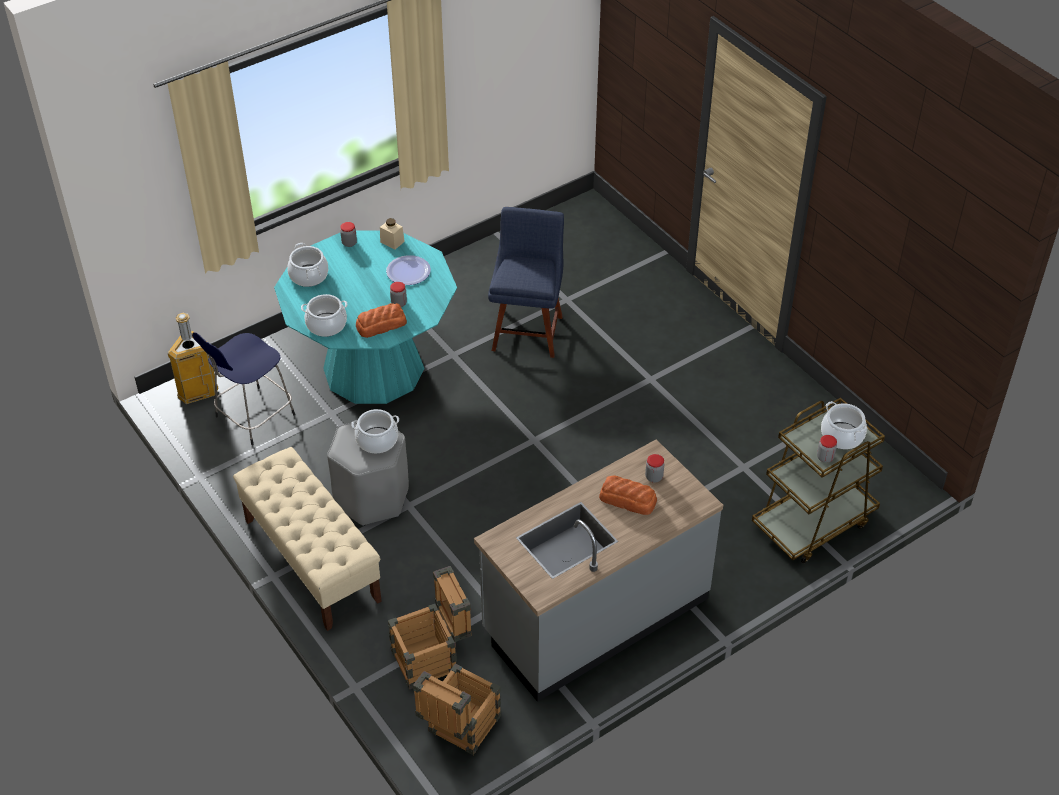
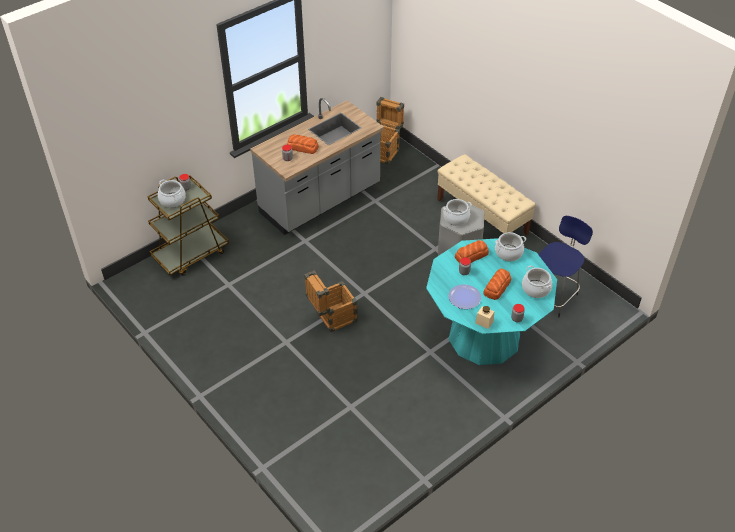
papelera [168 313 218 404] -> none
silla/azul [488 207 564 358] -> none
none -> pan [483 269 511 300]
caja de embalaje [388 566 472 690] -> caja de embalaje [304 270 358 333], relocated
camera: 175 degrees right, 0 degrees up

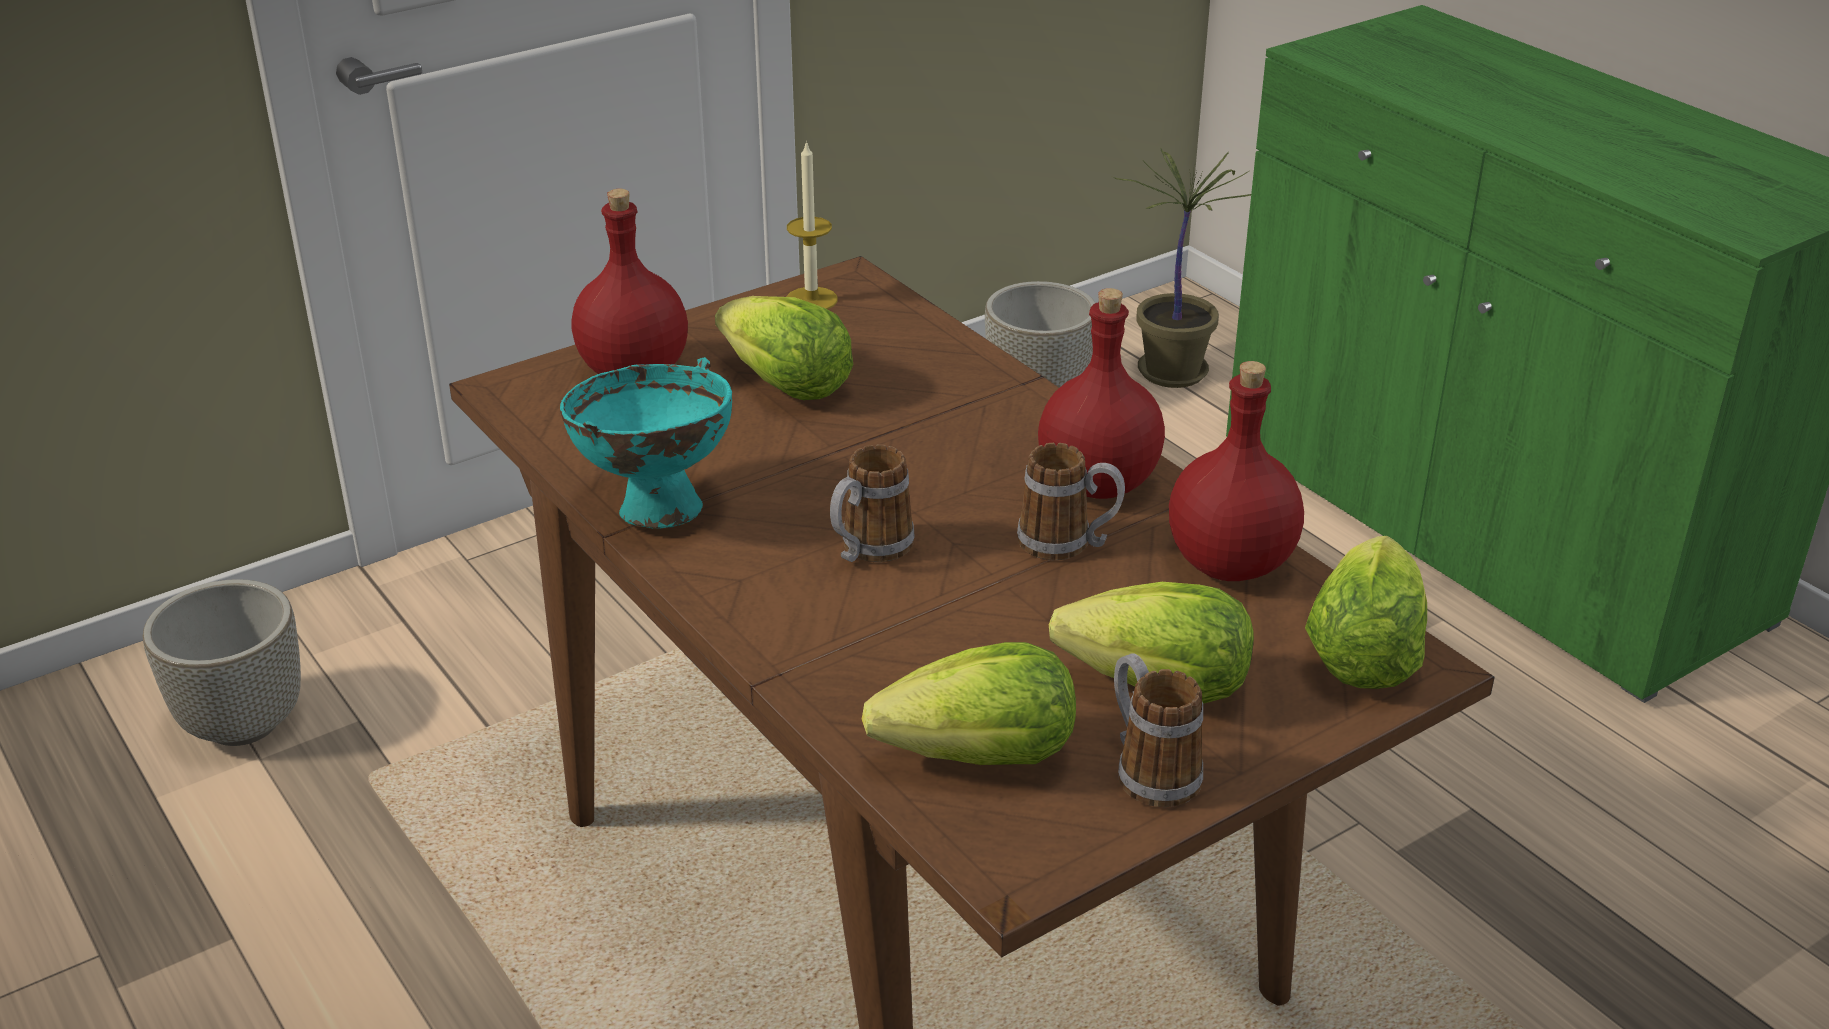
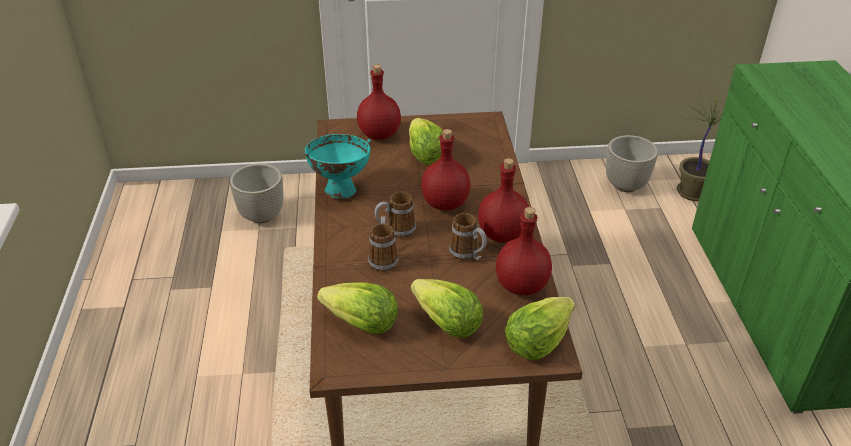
vela [786 140 837 309] -> none
none -> botella/rojo [421 129 471 210]
taza grande [1114 653 1203 807] -> taza grande [368 216 398 272], relocated
camera: 30 degrees right, 5 degrees up

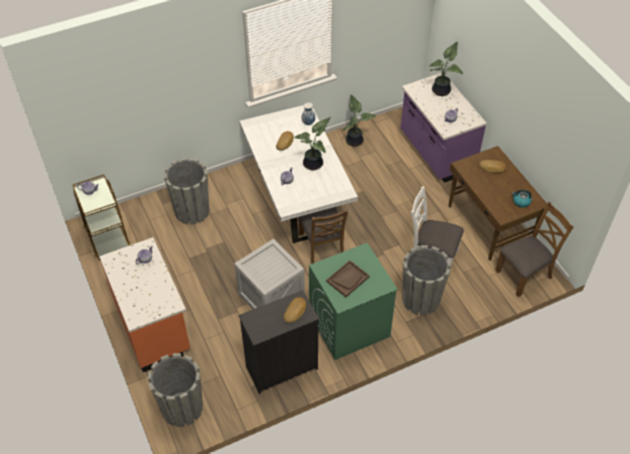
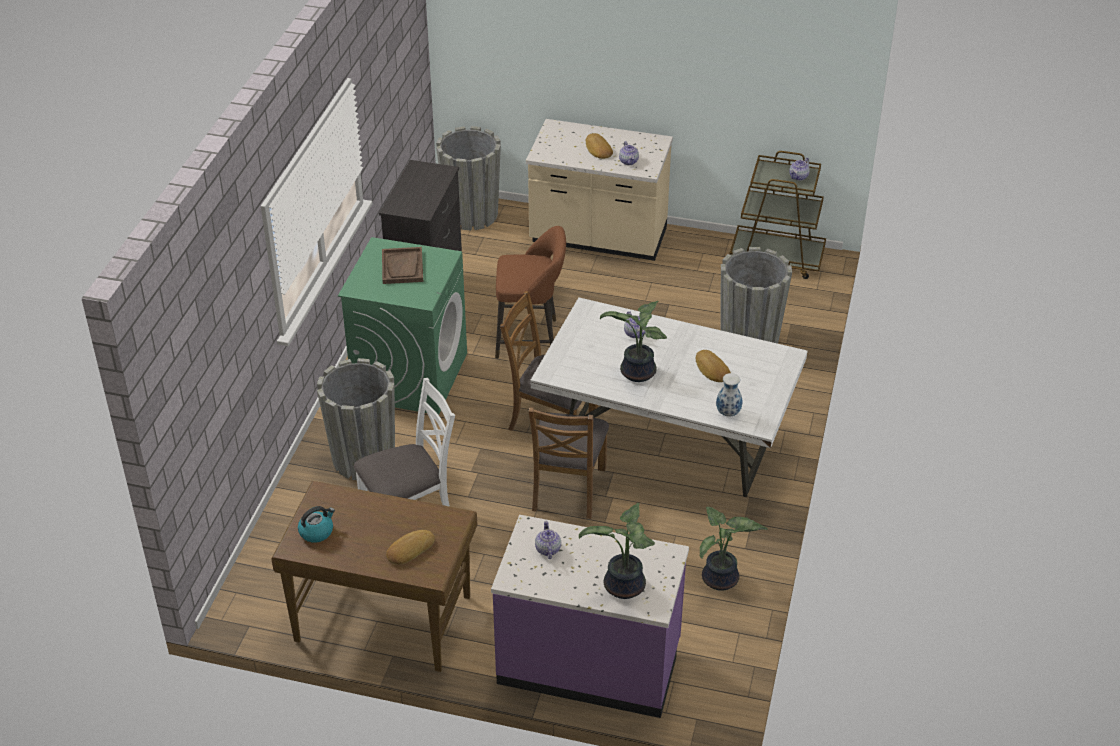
pan [283 297 306 323] -> pan [586 133 613 159], relocated
silla/marrón [495 202 573 297] -> silla/marrón [529 407 609 519], relocated
caja de embalaje [235 239 305 309] -> taburete/marrón [495 226 566 359]
mueble bajo de cocina/naranja [99 237 190 372] -> mueble bajo de cocina/beis [526 119 673 261]
camera: 130 degrees right, 10 degrees down

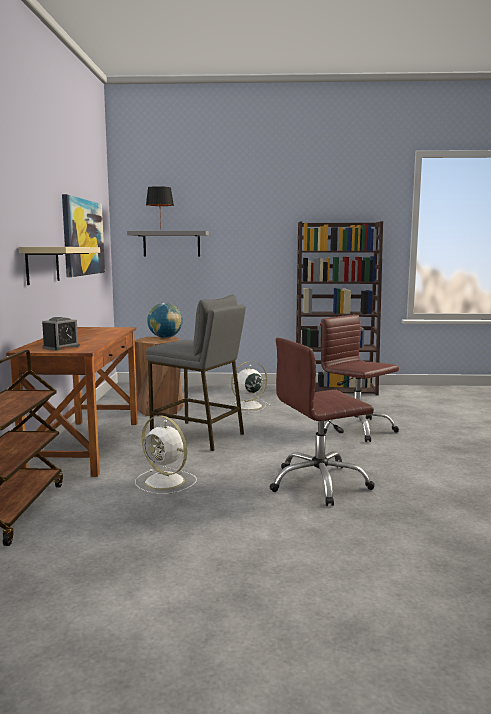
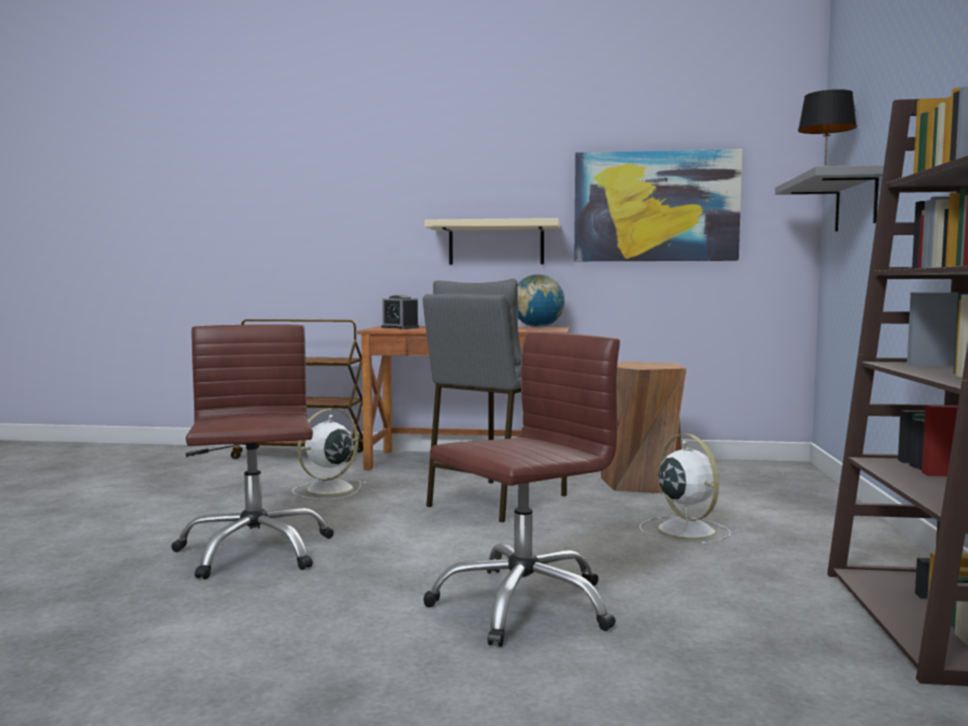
globo terráqueo [147 303 183 338] -> globo terráqueo [517 274 565 328], relocated
camera: 95 degrees right, 5 degrees down

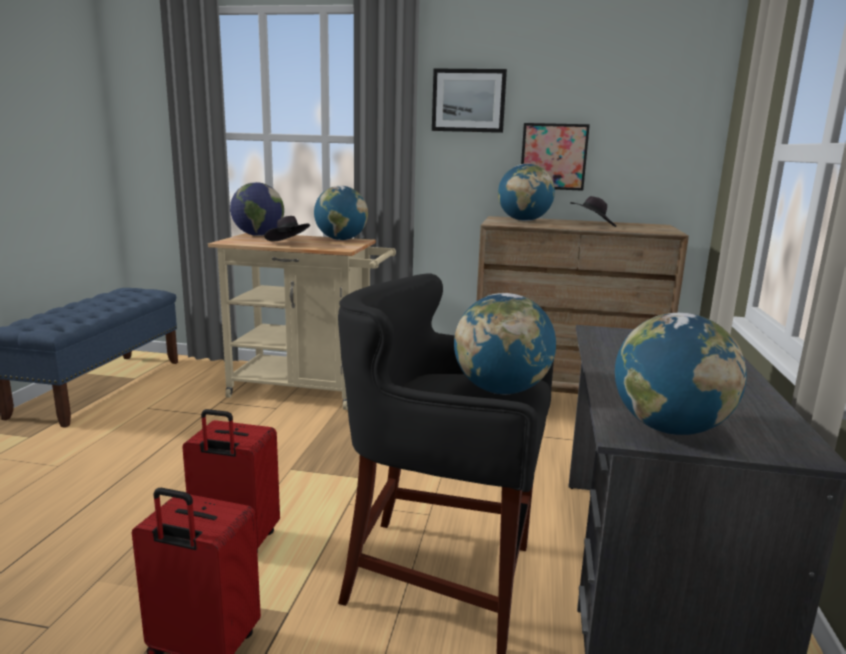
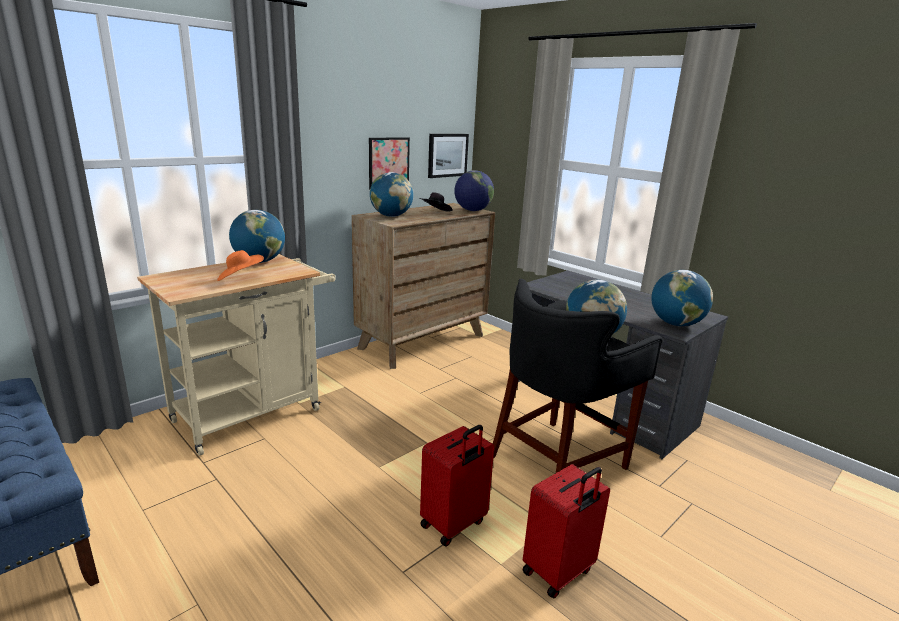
globo terráqueo [230 182 284 236] -> globo terráqueo [454 170 494 211], relocated
cuadro [432 69 507 133] -> cuadro [428 134 469 178], relocated
sombrero/negro [264 216 310 241] -> sombrero/naranja [217 250 264 281]
camera: 55 degrees left, 5 degrees up

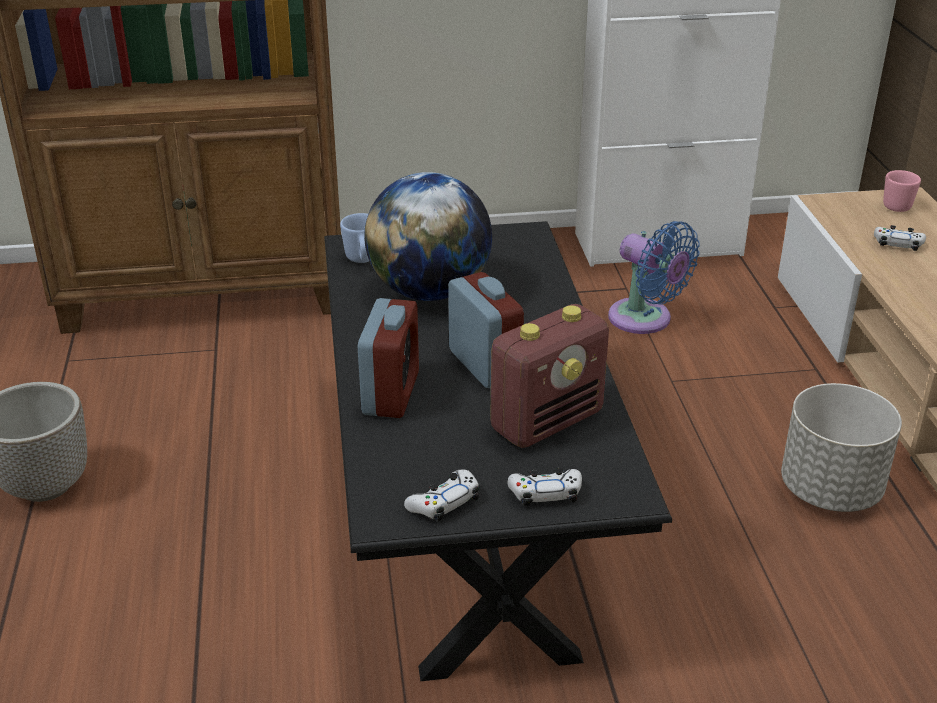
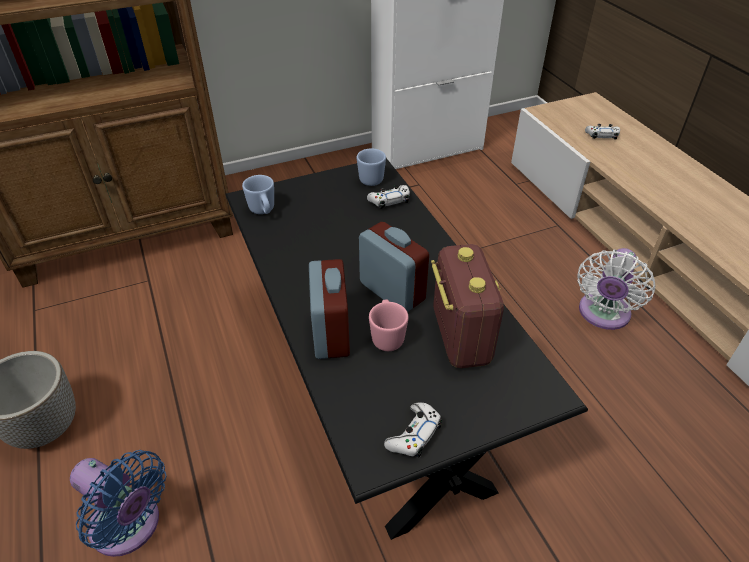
globo terráqueo [364 172 492 301] -> none
none -> taza grande/azul [357 149 386 186]
mando de consola/blanco [508 468 582 506] -> mando de consola/blanco [367 185 410 209], relocated
ventilador/azul [608 221 700 334] -> ventilador/azul [70 450 166 557], relocated
taza grande/rosa [883 170 921 212] -> taza grande/rosa [369 300 408 351], relocated
maceta/gris [781 383 902 512] -> ventilador/blanco [578 248 655 330]
radio [490 304 609 448] -> radio [431 244 504 368], 45 degrees counterclockwise
camera: 15 degrees left, 10 degrees up

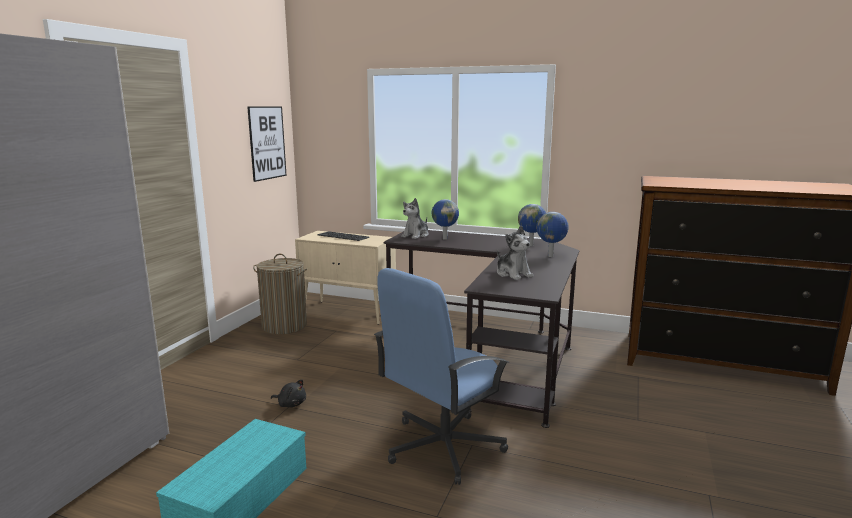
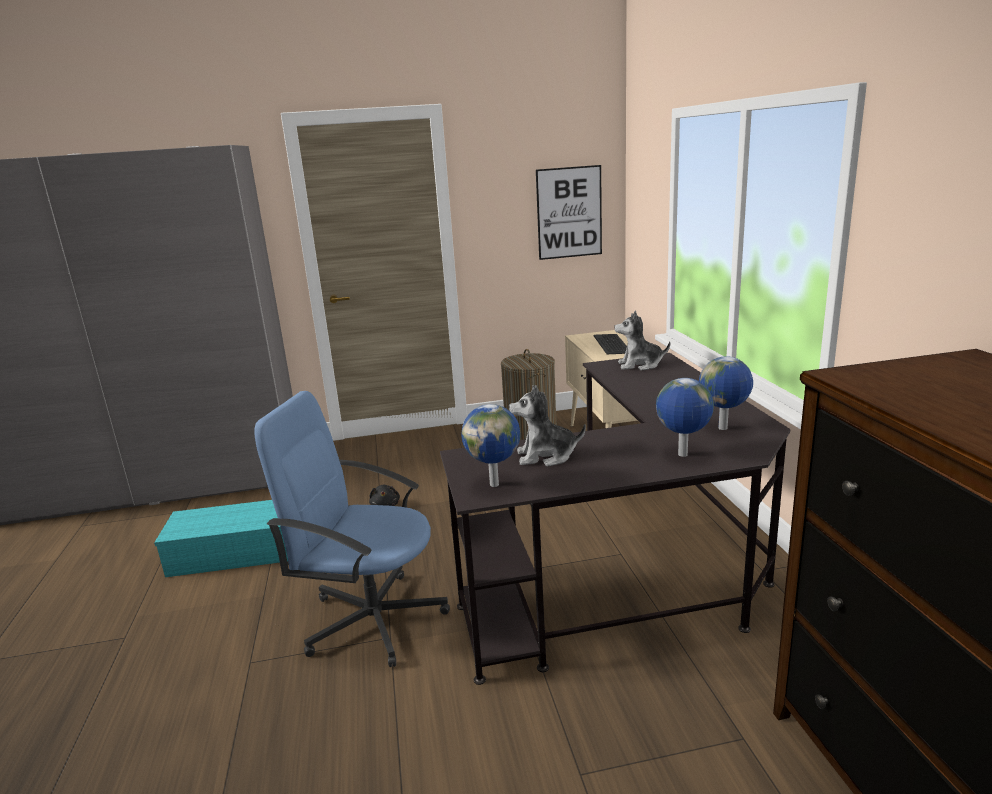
globo terráqueo [432 199 459 240] -> globo terráqueo [462 404 520 487], relocated
peluche [497 226 533 280] -> peluche [509 385 586 467], 60 degrees clockwise
camera: 60 degrees right, 5 degrees up

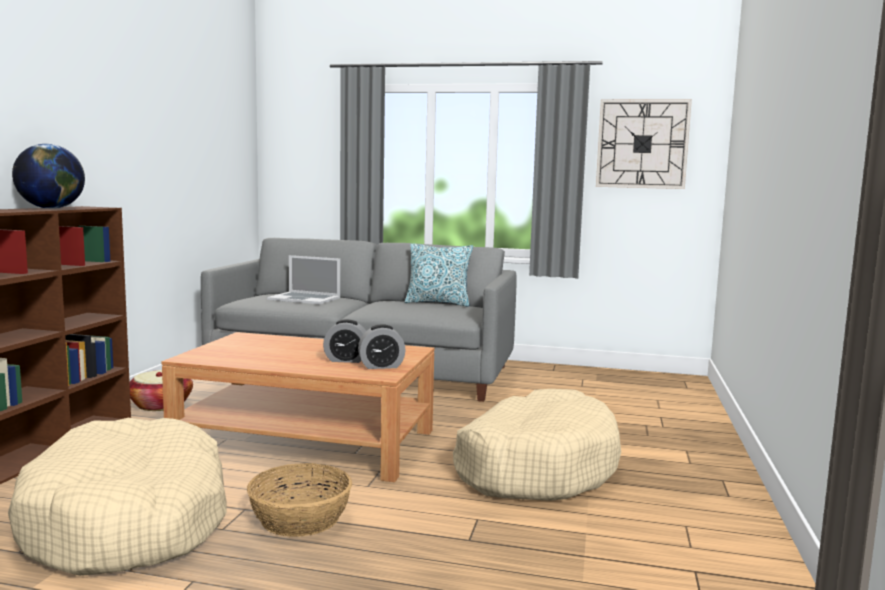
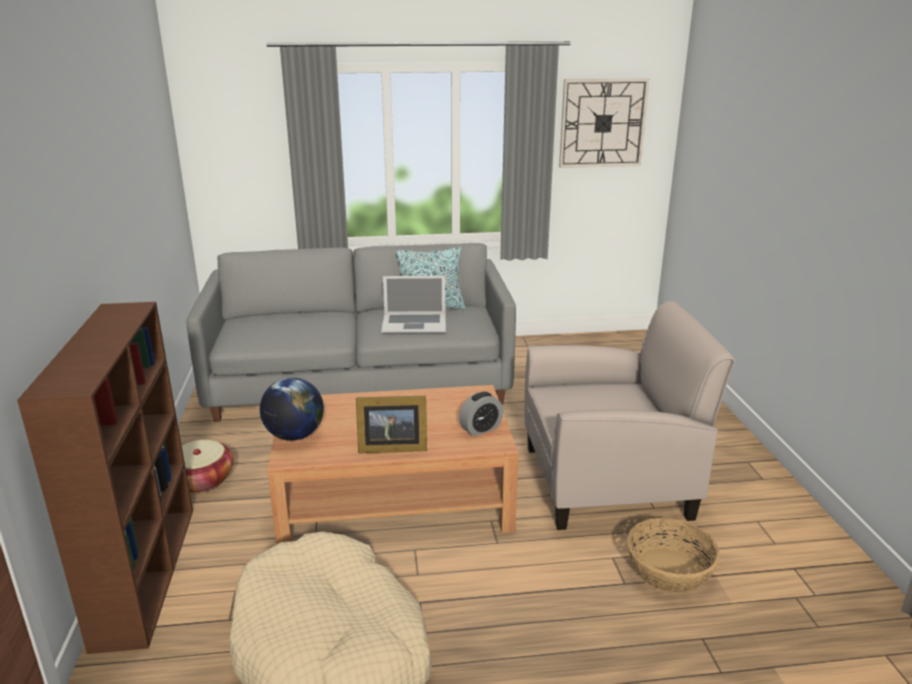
despertador [323 319 366 363] -> none
none -> portarretratos [356 396 427 453]
globo terráqueo [12 144 85 209] -> globo terráqueo [260 377 324 441], relocated
cesta [247 463 352 537] -> cesta [627 518 720 594], relocated
portátil [267 255 340 304] -> portátil [381 276 446 333], relocated
cama para perro/beis [453 389 621 501] -> sillón/beis [524 301 735 530]
camera: 20 degrees left, 15 degrees up

